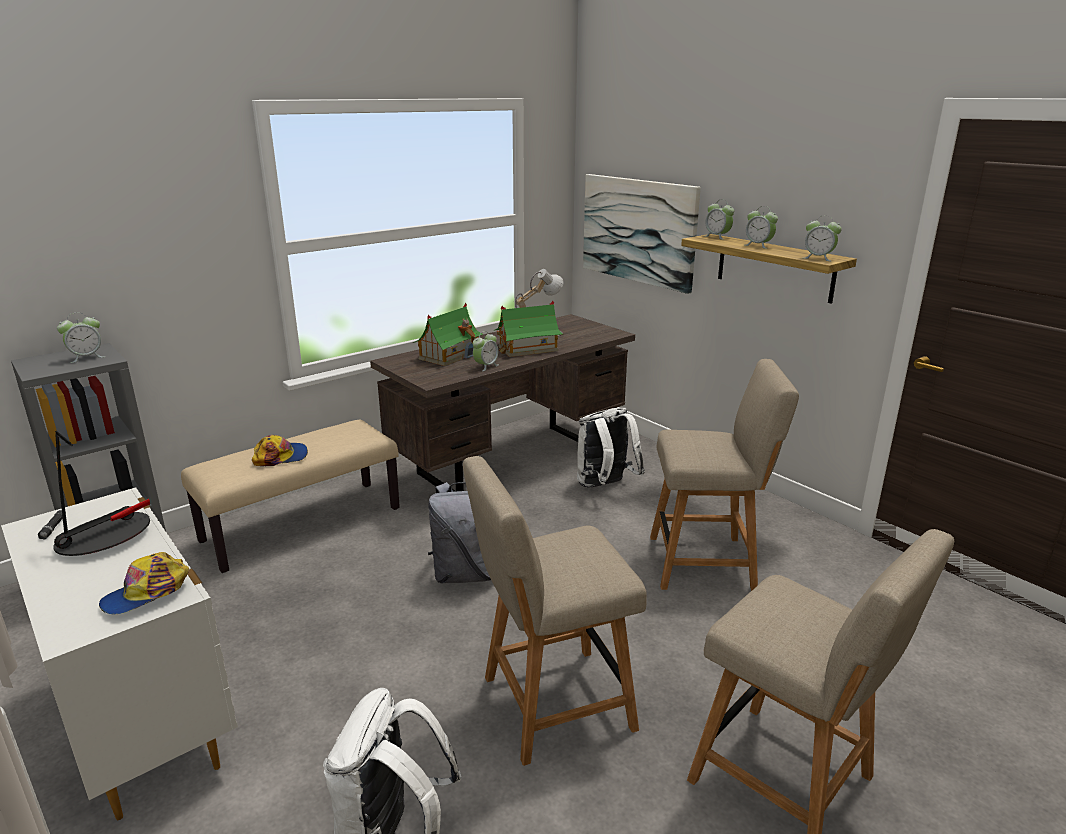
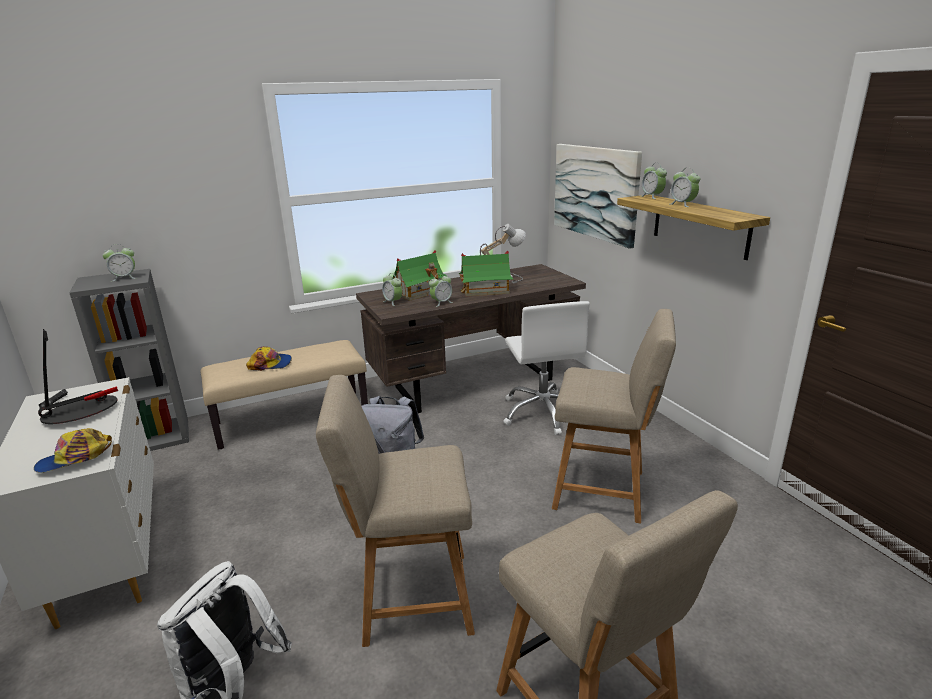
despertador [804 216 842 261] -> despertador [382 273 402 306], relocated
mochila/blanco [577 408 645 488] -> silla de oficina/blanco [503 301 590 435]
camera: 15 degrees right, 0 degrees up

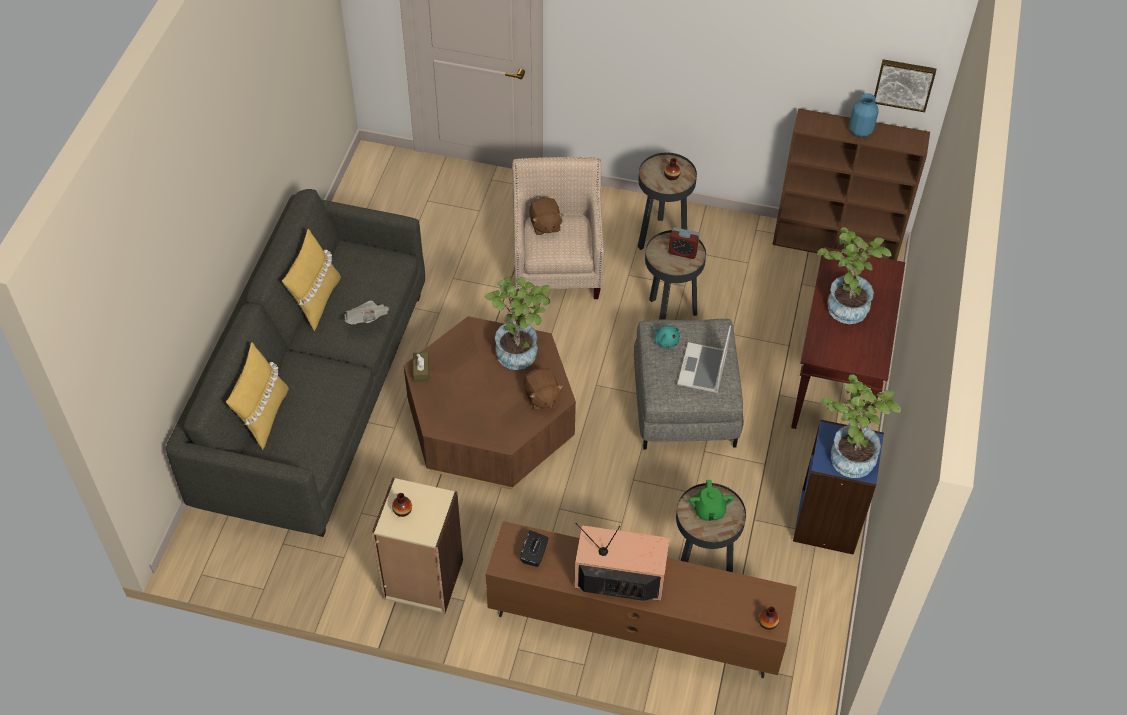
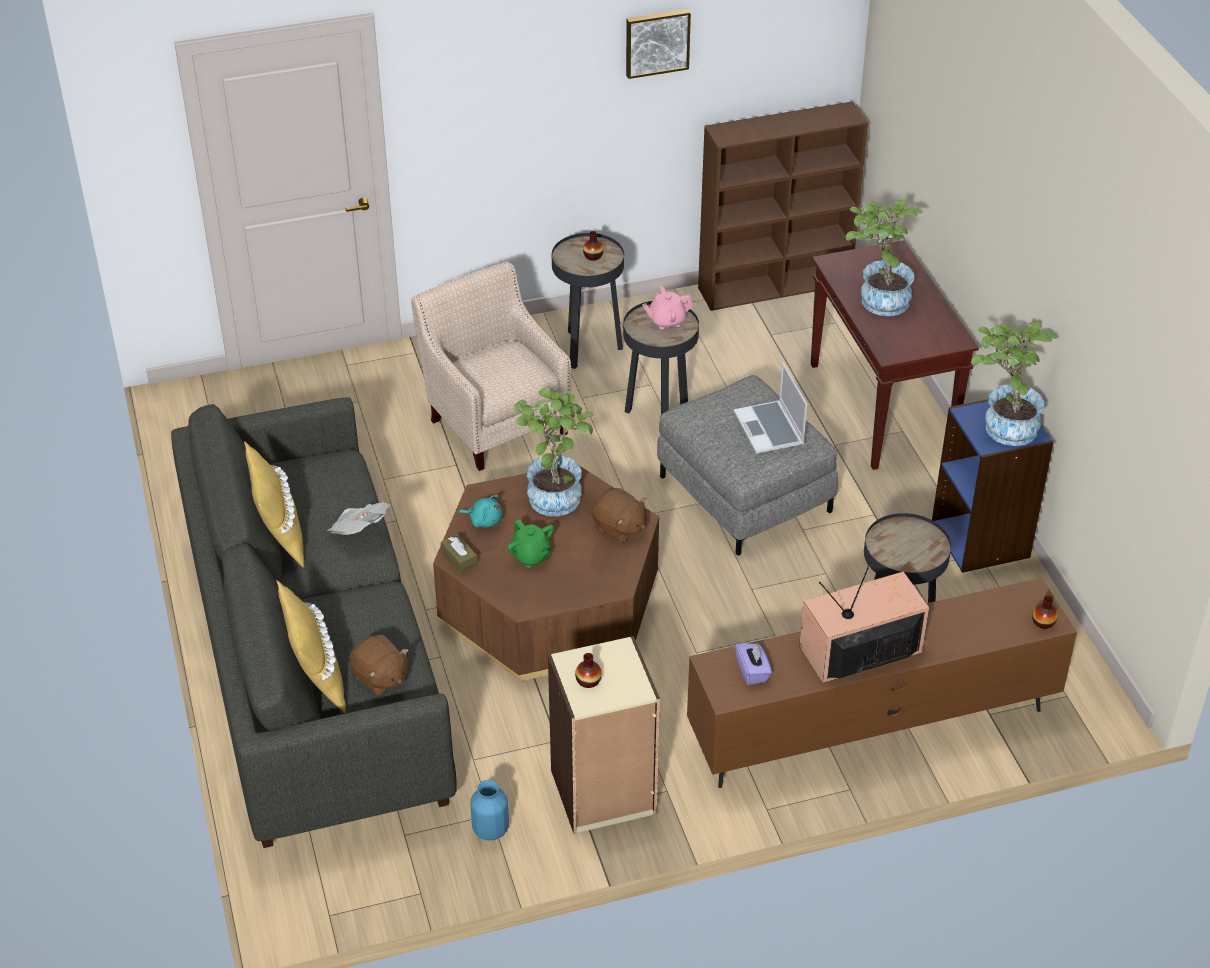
peluche/marrón [529 198 564 235] -> peluche/marrón [349 634 409 696], relocated
peluche/turquesa [651 325 680 348] -> peluche/turquesa [458 495 503 528], relocated
tetera/verde [689 480 734 521] -> tetera/verde [507 519 554 568], relocated
florero/azul [849 93 879 137] -> florero/azul [470 780 509 840], relocated
cuadro [874 59 936 112] -> cuadro [626 9 691 79], relocated
despertador [668 227 700 259] -> tetera/rosa [642 286 693 329]
caja de pañuelos/negro [520 530 548 567] -> caja de pañuelos/morado [735 642 772 685]
camera: 30 degrees left, 10 degrees down

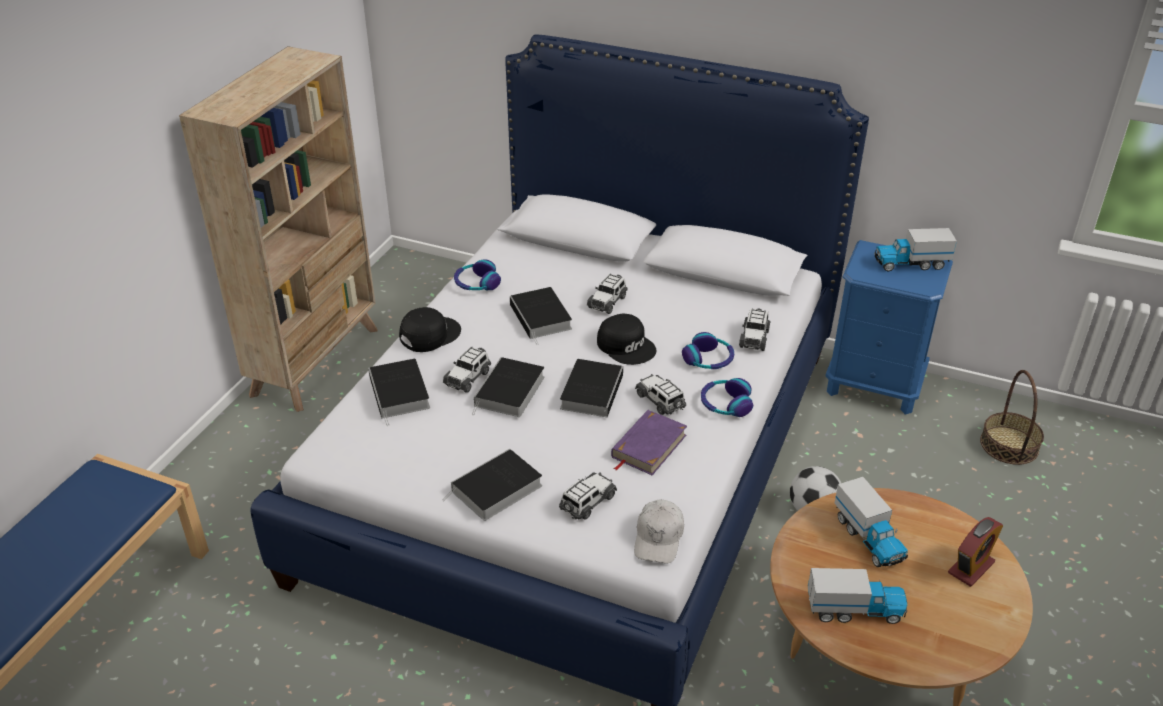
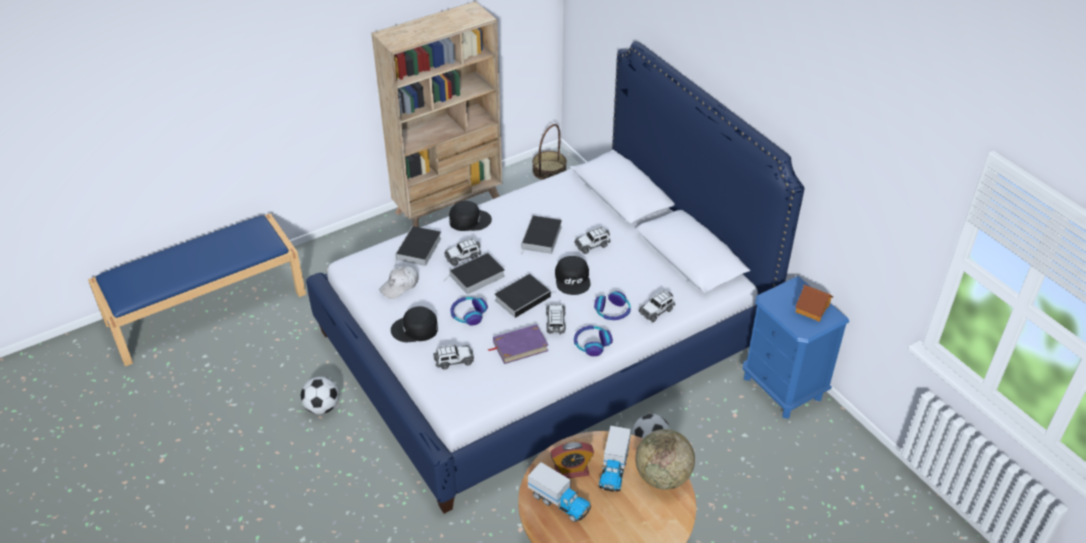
none -> balón de fútbol [301 377 339 414]
none -> globo terráqueo [635 429 695 490]
auriculares [454 259 501 290] -> auriculares [450 297 488 325], relocated
gorra/blanco [634 500 684 564] -> gorra/blanco [379 265 418 299], relocated
despertador [948 517 1003 587] -> despertador [550 442 594 478], relocated
cesta [980 370 1044 465] -> cesta [532 124 567 180], relocated
libro [442 449 542 521] -> gorra/negro [391 306 438 342]
camión de juguete [874 228 957 271] -> casita [795 285 833 322]
camera: 35 degrees right, 5 degrees up

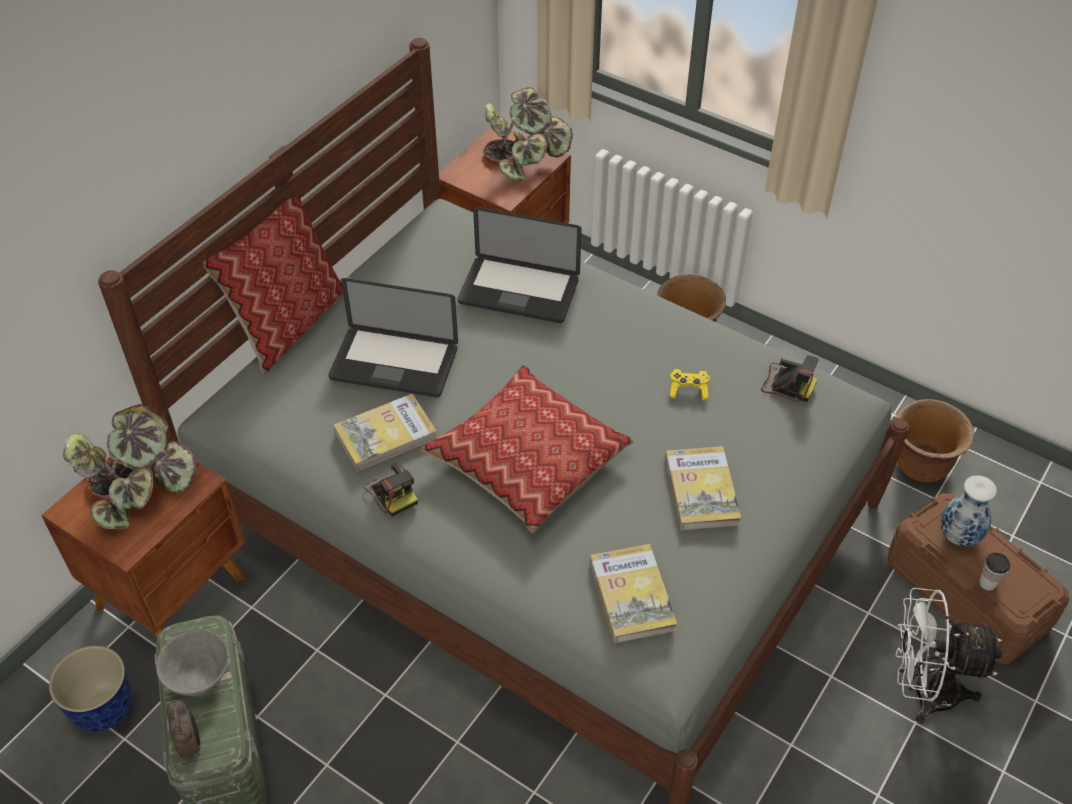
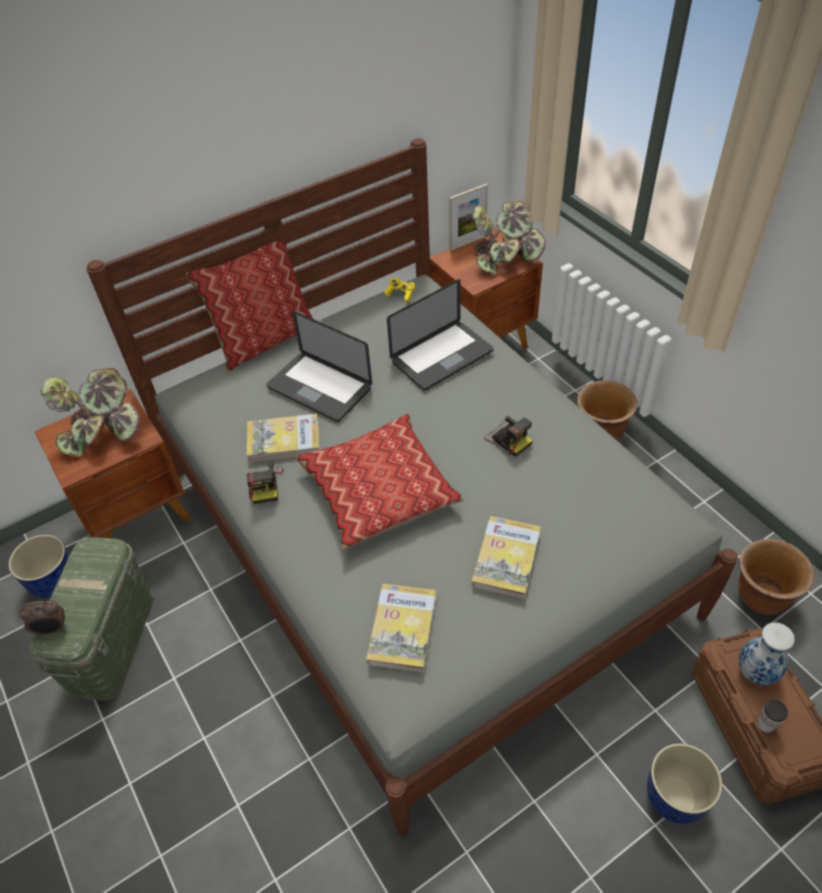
cuenco/gris [156 630 229 696] -> none
none -> portarretratos [449 184 488 251]
mando de consola/amarillo [670 369 710 401] -> mando de consola/amarillo [384 277 415 302], relocated
cámara [761 355 819 402] -> cámara [484 415 533 457], relocated
ventilador/blanco [895 588 1002 724] -> maceta [647 743 722 824]
despertador [167 700 201 758] -> despertador [19 600 65 636], 75 degrees clockwise
portátil [457 207 582 323] -> portátil [387 279 494 391], 75 degrees counterclockwise
camera: 25 degrees right, 0 degrees up

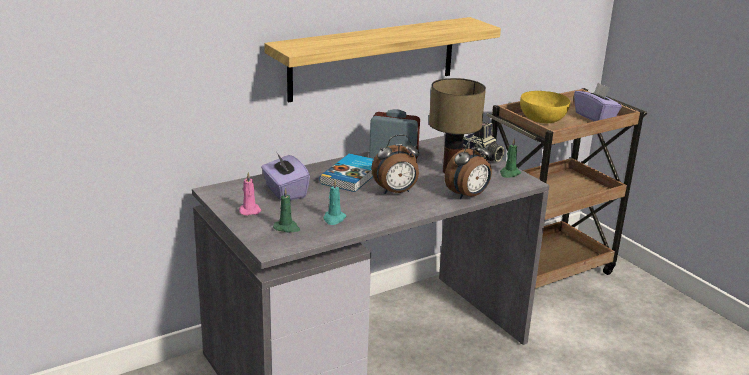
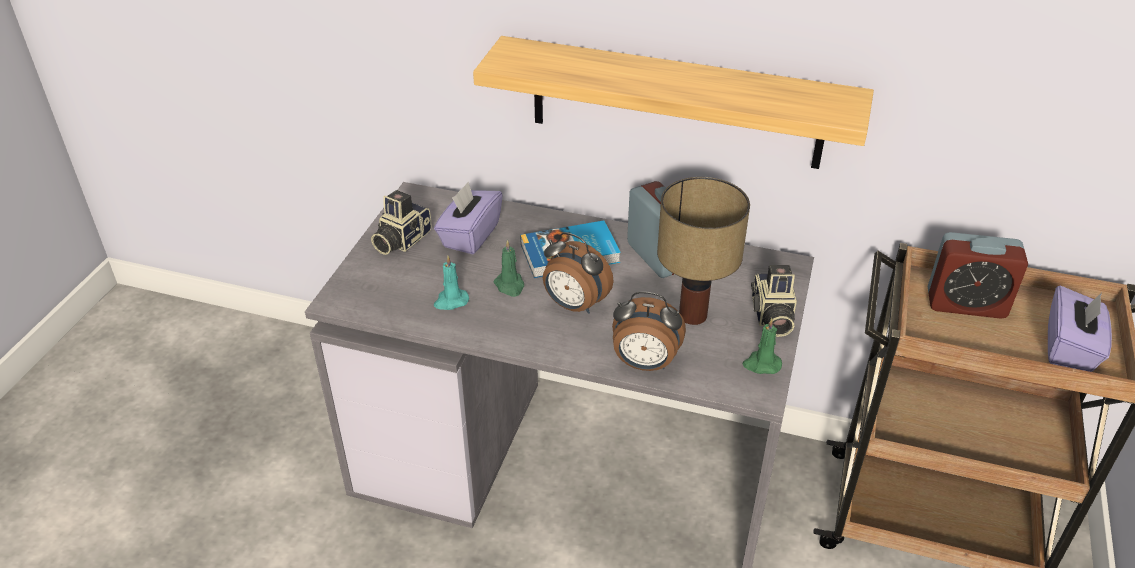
vela/verde [273 188 300 233] -> vela/verde [493 240 524 297], relocated
vela/rosa [239 172 261 216] -> cámara [371 190 431 255]
cuenco/amarillo [520 91 570 123] -> despertador [928 232 1028 319]
camera: 50 degrees right, 15 degrees up

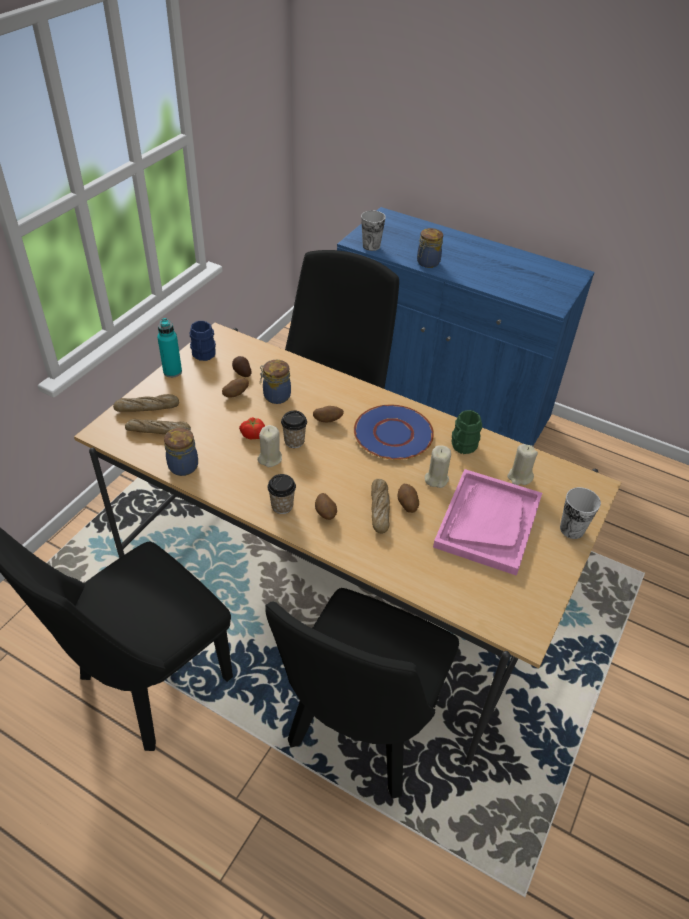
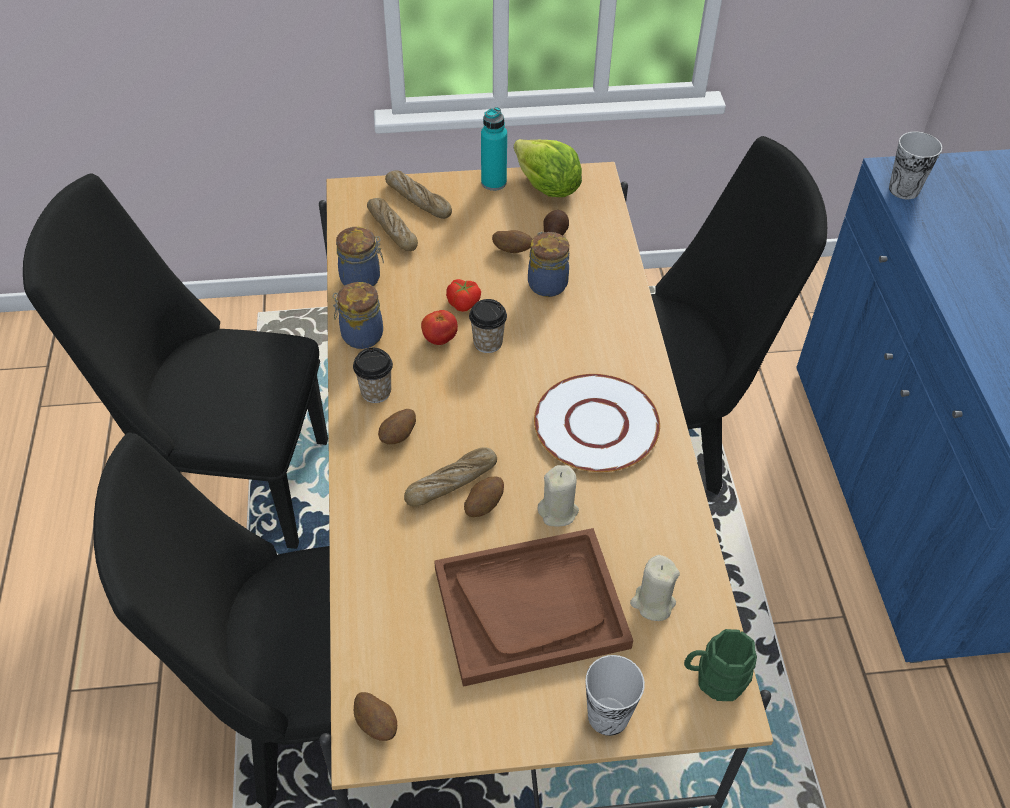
patata [313 406 344 422] -> patata [354 692 397 741], relocated
tarro [417 228 443 268] -> tarro [333 282 383 349], relocated
taza grande/verde [452 410 482 454] -> taza grande/verde [684 629 757 701], relocated
taza grande/azul [189 321 216 361] -> lechuga [514 139 582 197]
vela/beis [258 425 282 467] -> tomate [421 310 458 345]
plato/azul [354 405 434 460] -> plato/blanco [534 374 660 472]
bandeja/rosa [433 469 542 576] -> bandeja/marrón [434 528 633 687]
camera: 55 degrees right, 5 degrees up

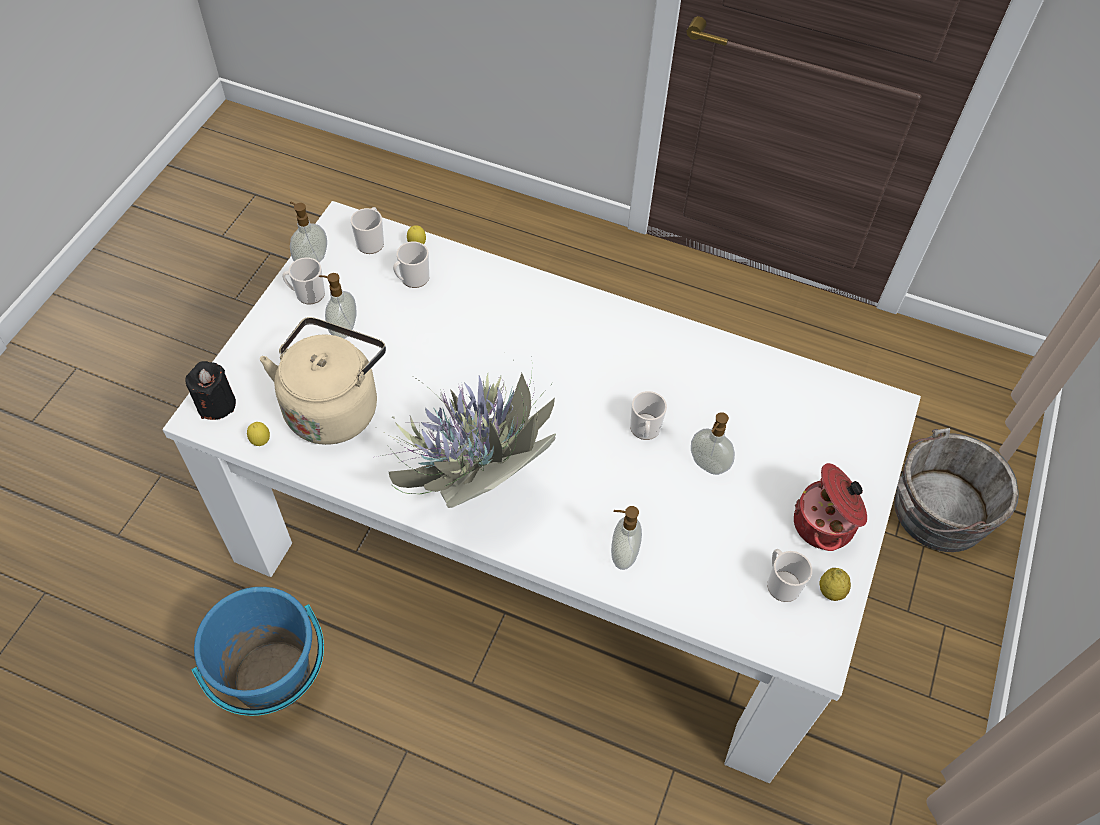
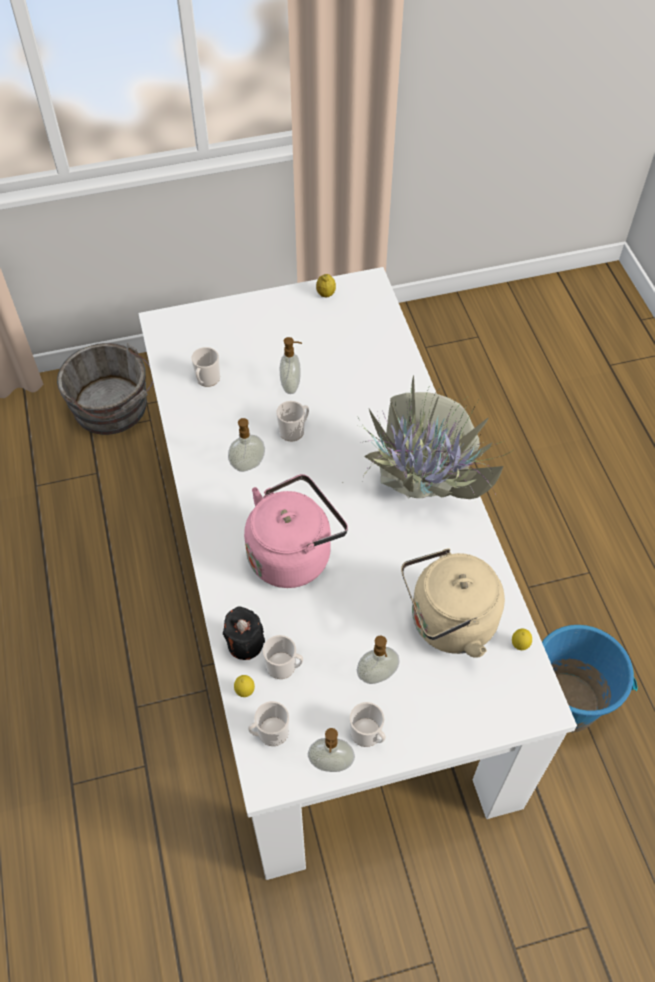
olla [794 463 867 551] -> none
none -> hervidor/rosa [244 474 348 588]
vela/negro [185 361 236 420] -> vela/negro [223 606 265 660], relocated
dispensador de jabón [611 506 642 570] -> dispensador de jabón [228 418 265 472], relocated
taza grande [767 549 812 602] -> taza grande [191 347 220 387], relocated
camera: 125 degrees left, 0 degrees up

